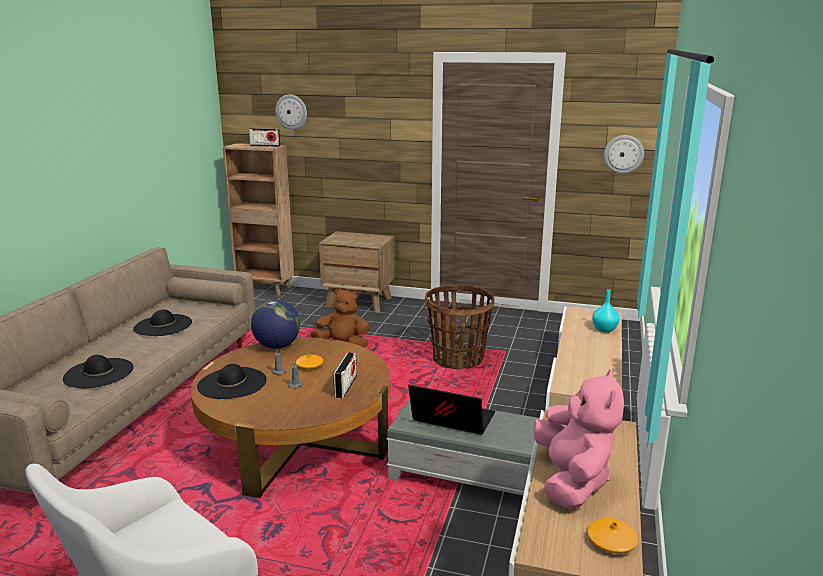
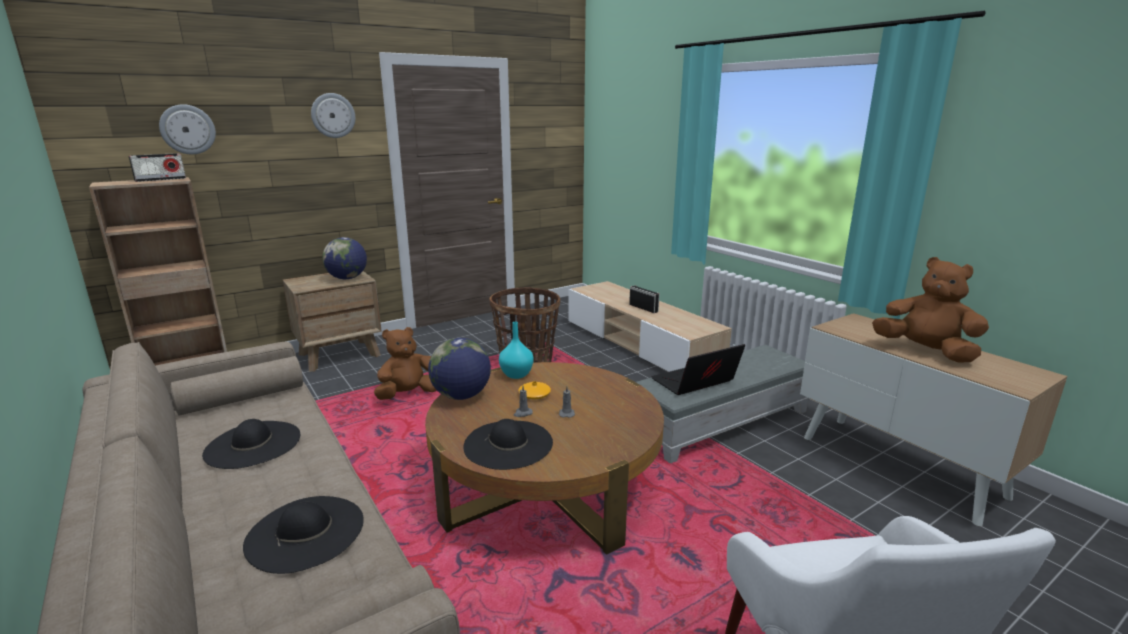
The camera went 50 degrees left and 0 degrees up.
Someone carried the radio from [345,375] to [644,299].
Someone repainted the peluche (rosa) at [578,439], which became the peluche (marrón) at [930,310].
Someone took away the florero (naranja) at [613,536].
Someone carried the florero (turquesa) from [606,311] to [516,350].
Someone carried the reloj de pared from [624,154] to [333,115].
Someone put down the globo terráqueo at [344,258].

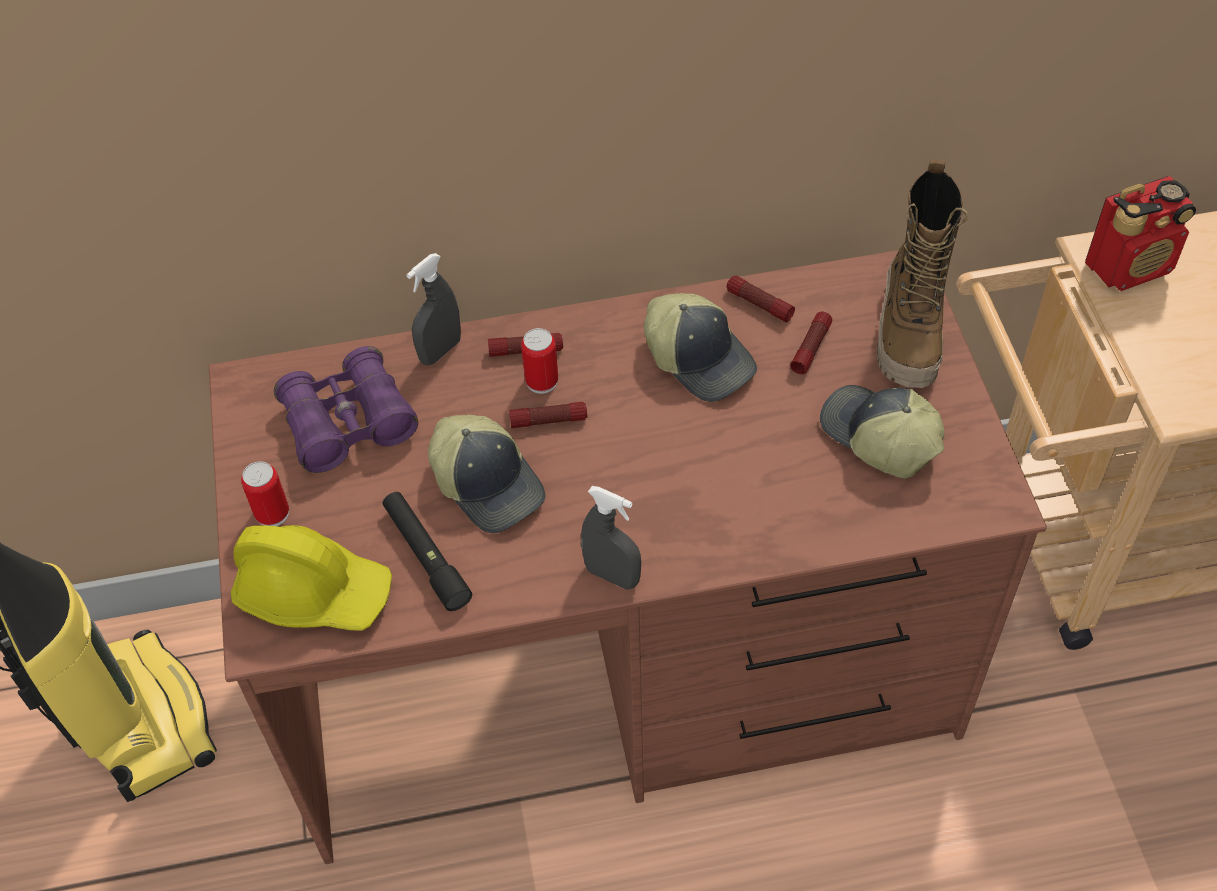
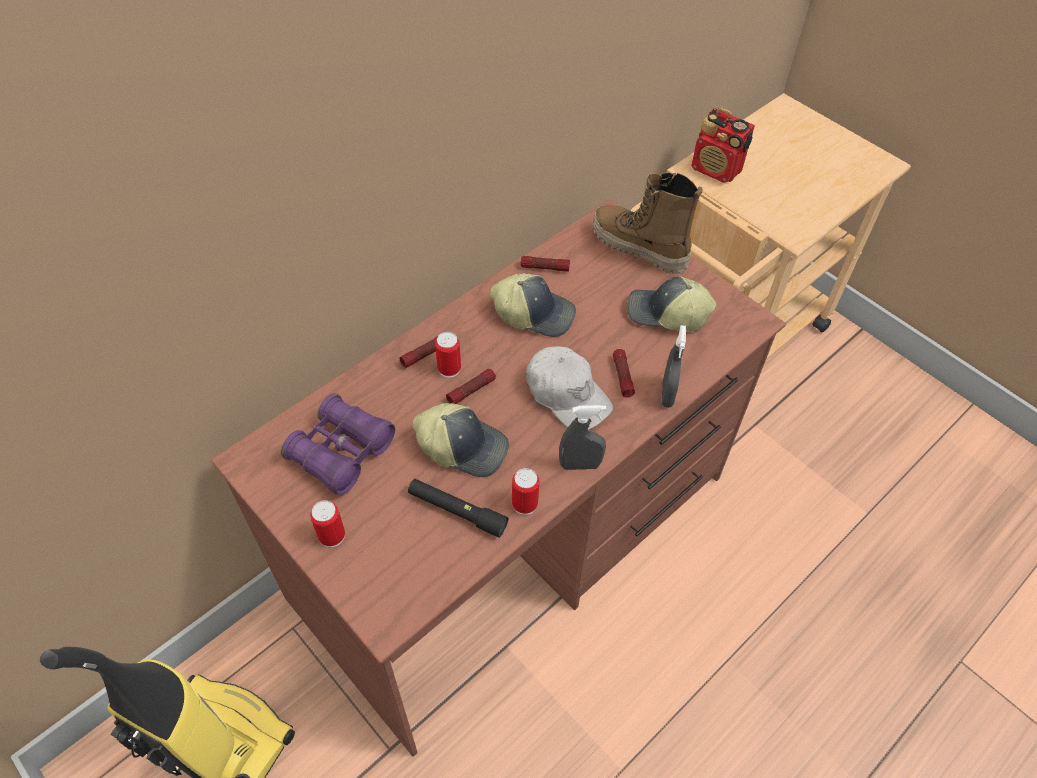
The camera went 35 degrees left and 0 degrees up.
Someone took away the casco (amarillo) at [311,578].
Someone carried the pulverizador (gris) from [433,309] to [673,366].
Someone carried the linterna from [811,342] to [624,373].
Someone rotated the bota at [922,273] by 150 degrees clockwise.
Someone rotated the radio at [1140,233] by 90 degrees clockwise.
Someone put down the lata at [525,491].
Someone put down the gorra (blanco) at [569,388].

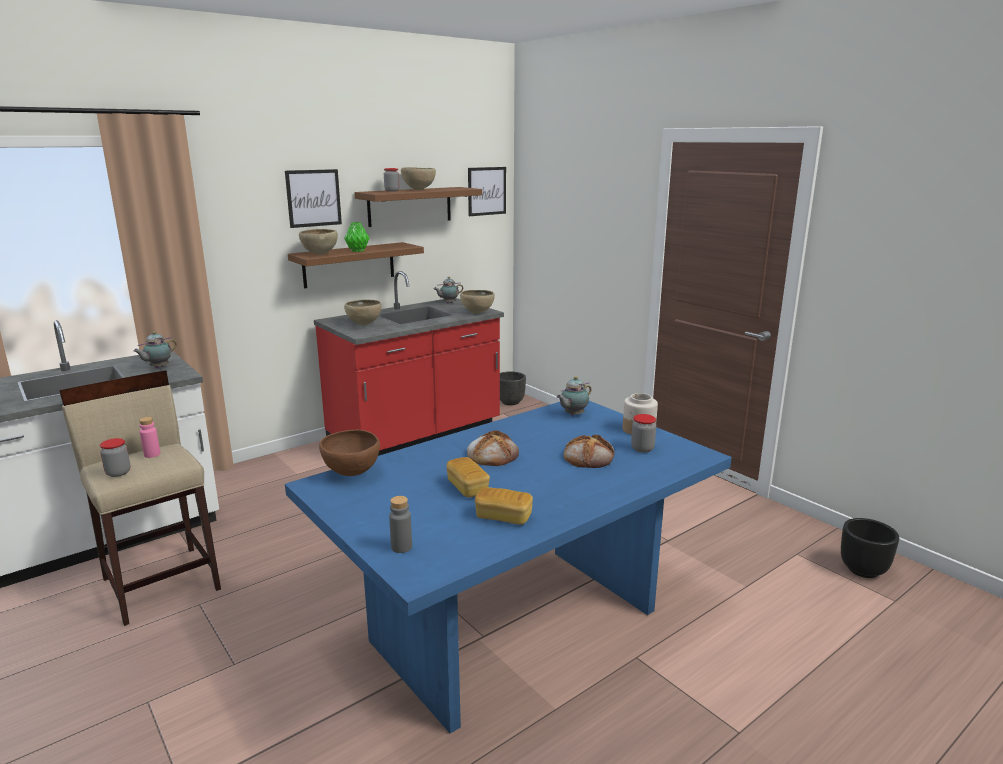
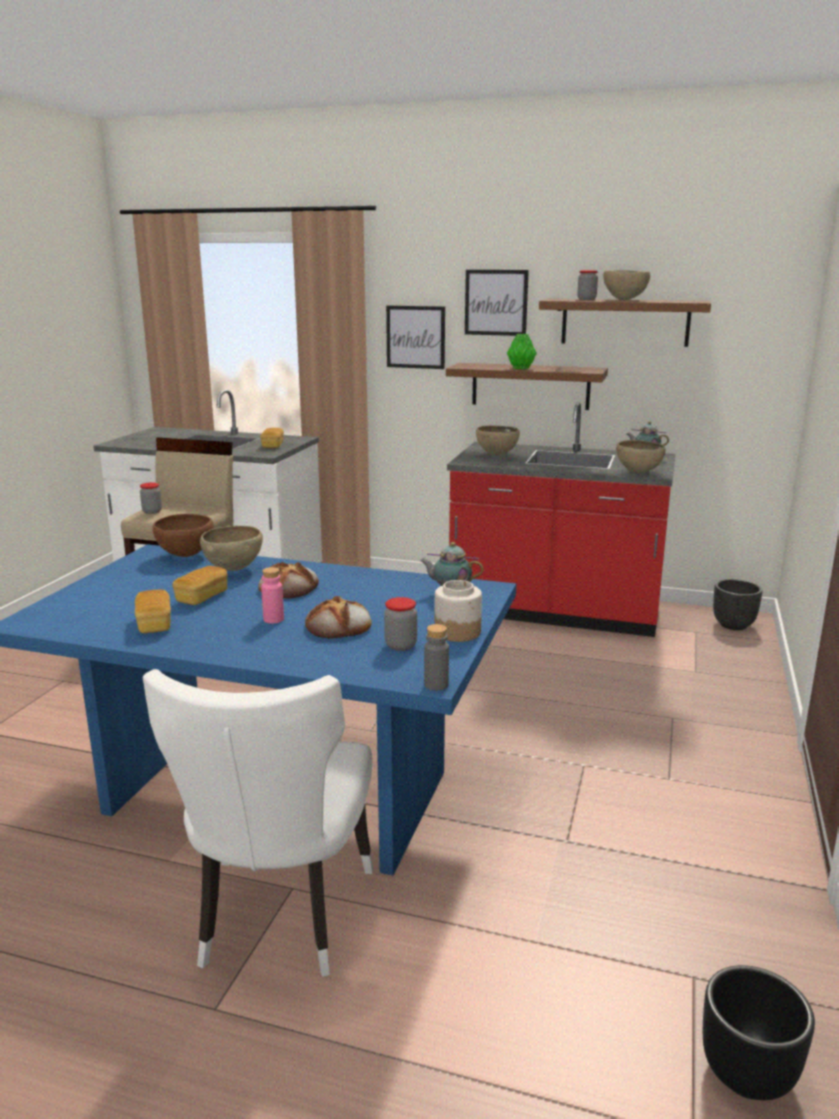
The camera went 55 degrees right and 0 degrees up.
Someone swapped the tetera at [155,349] for the pan at [272,438].
Someone carried the botella (rosa) from [149,437] to [272,595].
Someone carried the cuenco (marrón) from [318,242] to [231,548].
Someone carried the botella (gris) from [400,524] to [436,657].
Someone carried the cuadro from [487,191] to [415,337].
Someone put down the silla (blanco) at [258,823].

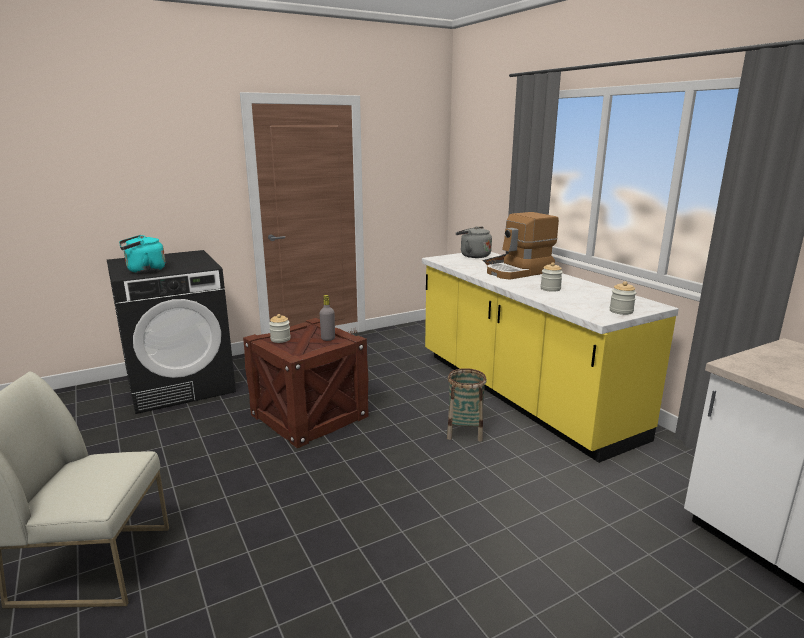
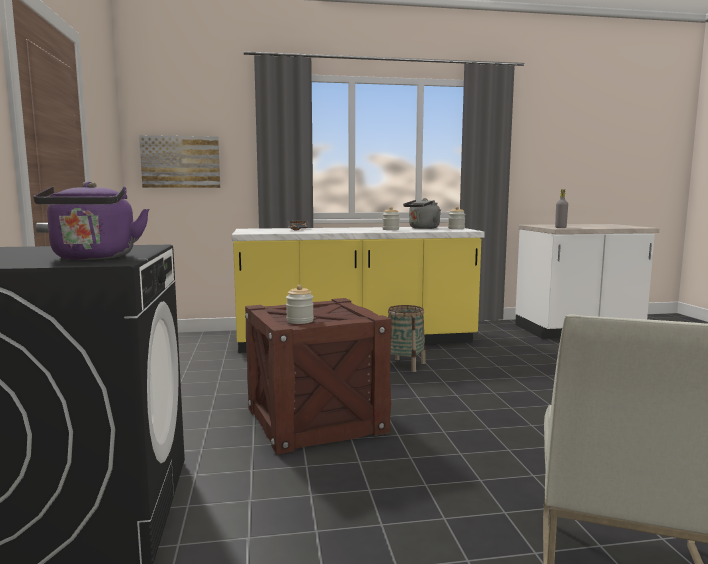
The camera went 70 degrees left and 10 degrees down.
Someone repainted the hervidor (turquesa) at [142,254], which became the hervidor (morado) at [91,221].
Someone carried the botella (gris) from [327,318] to [561,208].
Someone carried the hervidor (gris) from [474,242] to [422,213].
Someone took away the cafetera at [523,245].
Someone put up the cuadro at [179,161].

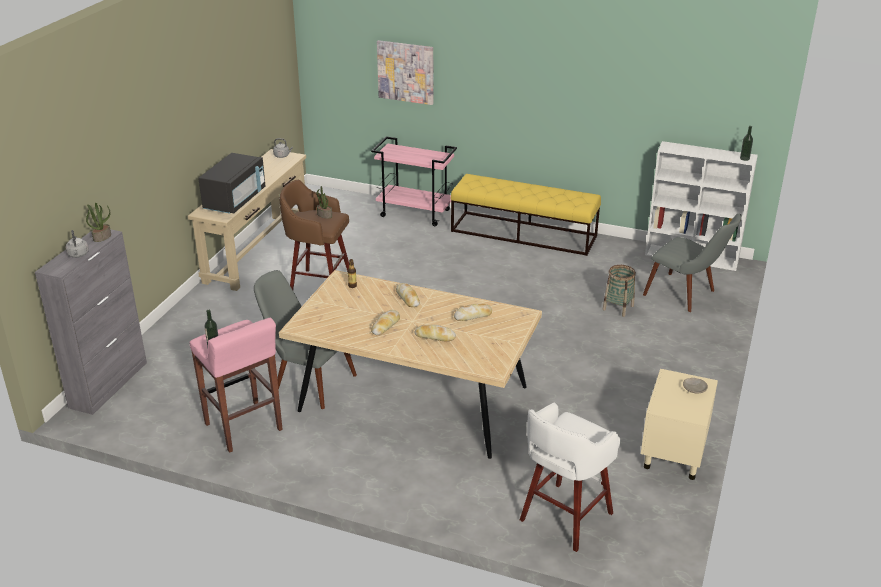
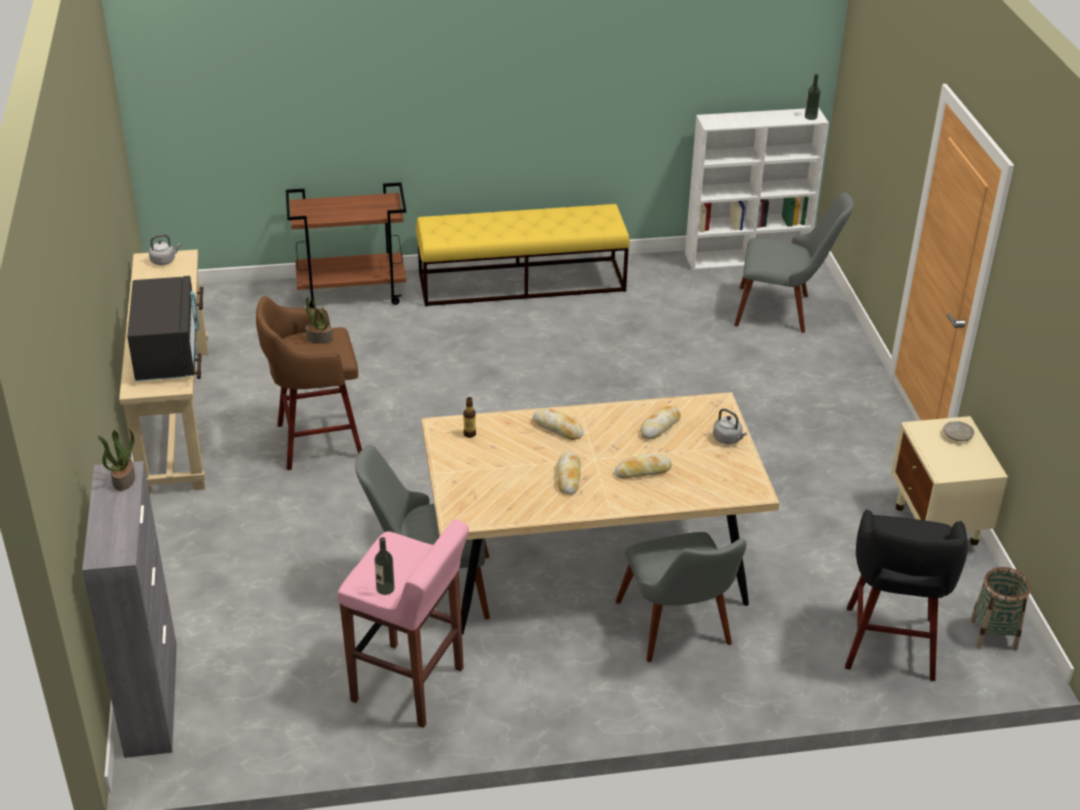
The camera went 30 degrees left and 5 degrees up.
Someone carried the hervidor (gris) from [77,244] to [730,426].
Someone repainted the carrito (rosa) at [414,181], which became the carrito (marrón) at [346,245].
Someone took away the cuadro at [405,72].
Someone repainted the taburete (blanco) at [570,477], which became the taburete (negro) at [906,595].
Someone carried the cesta from [619,291] to [1000,609].
Someone put down the silla (gris) at [680,597].

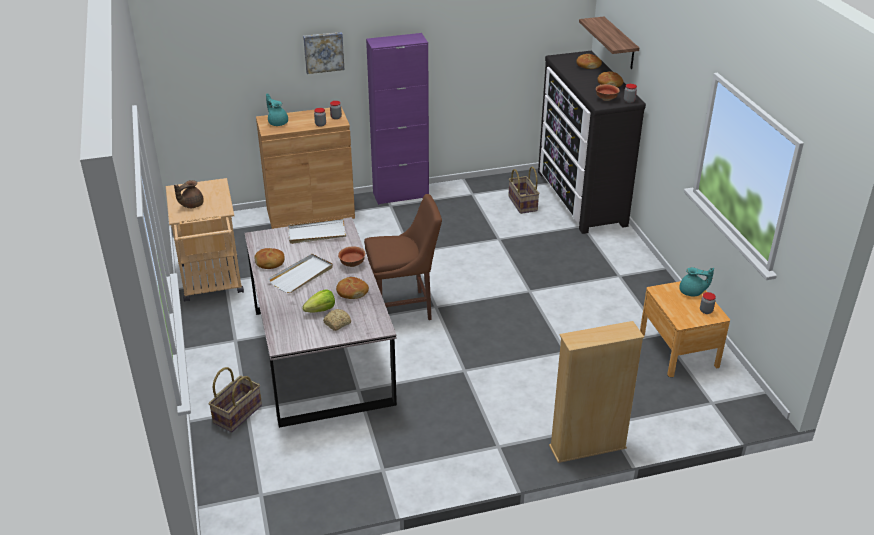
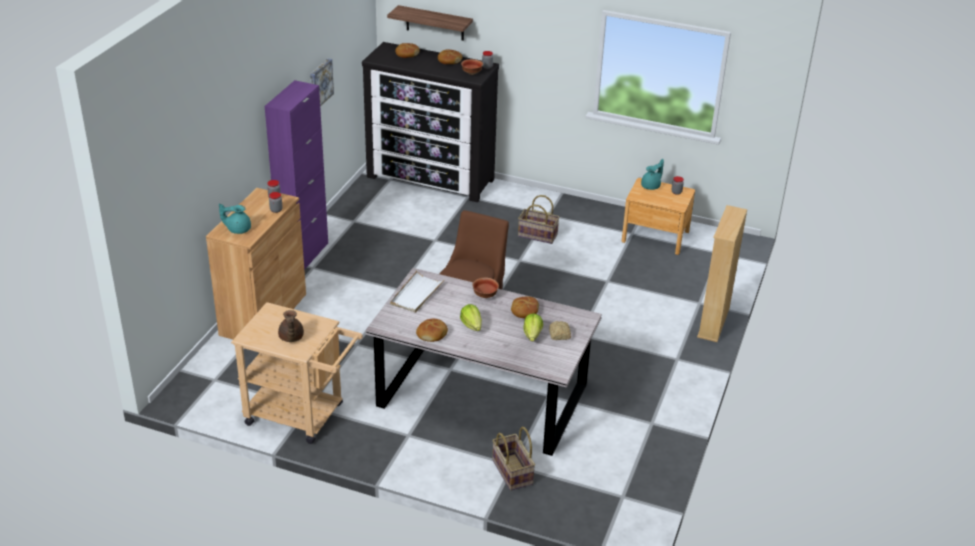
The camera went 55 degrees left and 0 degrees up.
Someone swapped the bandeja (blanco) at [300,273] for the lechuga at [471,317].
Someone carried the cuadro from [324,53] to [322,82].
Someone carried the cesta from [524,190] to [539,219].

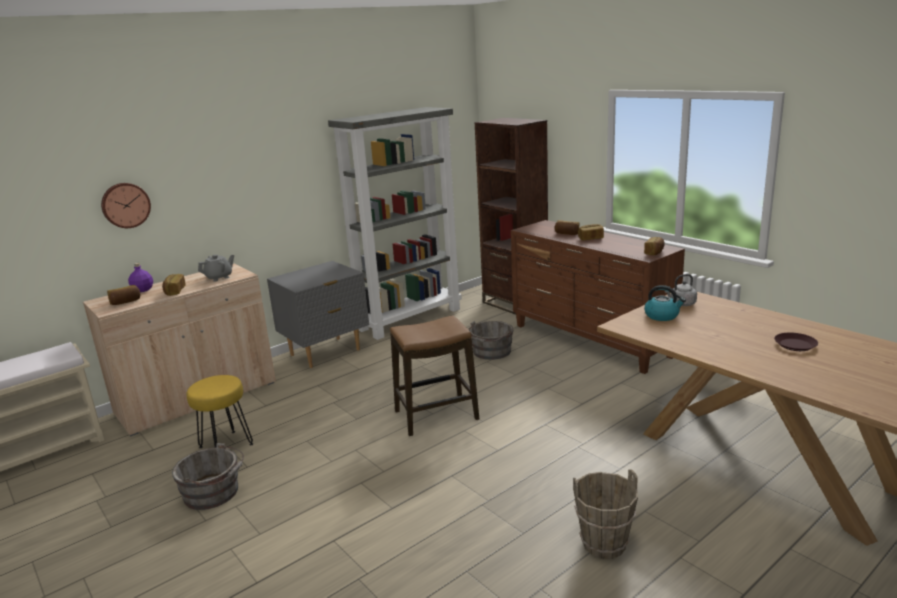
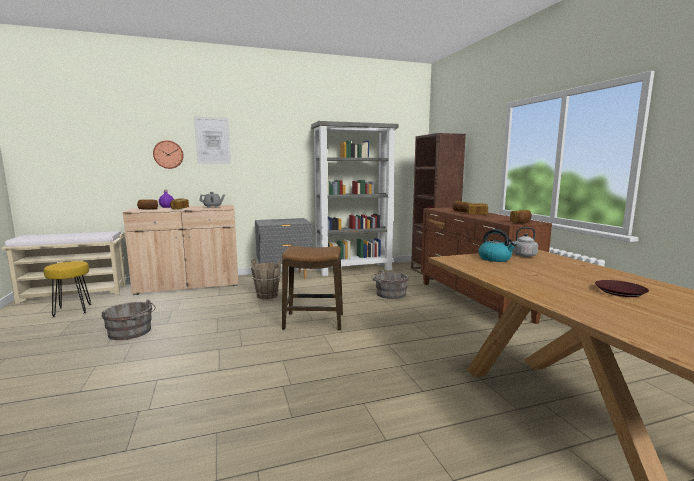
The camera went 20 degrees right and 10 degrees down.
Someone carried the taburete (amarillo) from [219,411] to [67,289].
Someone carried the cubo (marrón) from [605,514] to [266,278].
Someone put up the cuadro at [212,140].

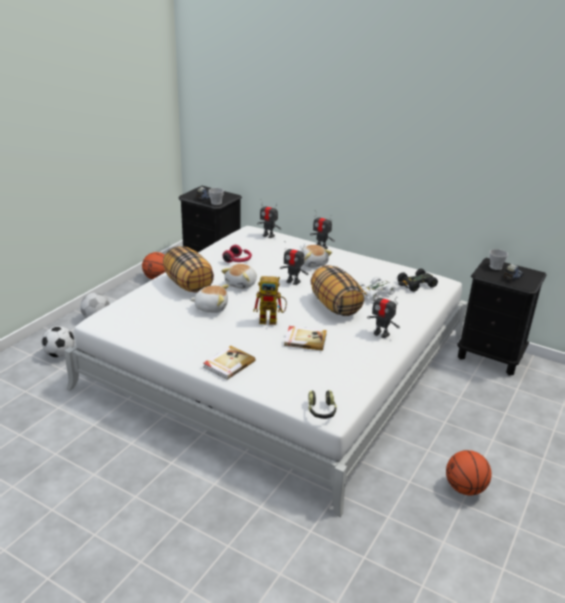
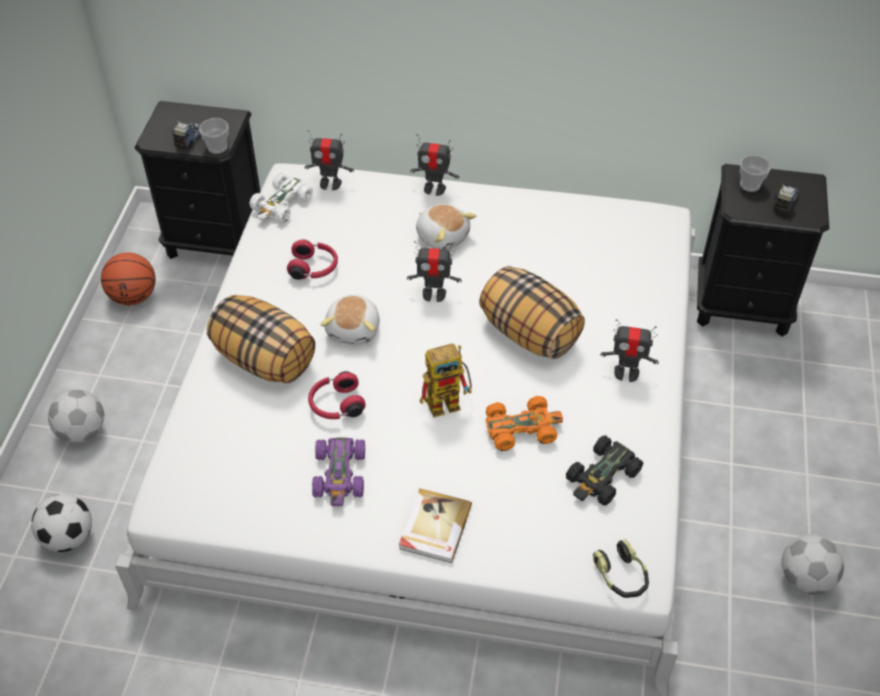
The camera went 20 degrees left and 20 degrees up.
Someone swapped the peluche at [210,299] for the auriculares (rojo) at [337,395].
Someone swapped the libro at [305,338] for the coche de juguete (naranja) at [524,423].
Someone carried the coche de juguete (blanco) from [377,288] to [281,198].
Someone carried the coche de juguete (negro) from [417,280] to [604,470].
Someone swapped the balón de baloncesto at [469,472] for the balón de fútbol at [812,564].
Someone put down the coche de juguete (morado) at [338,471].

